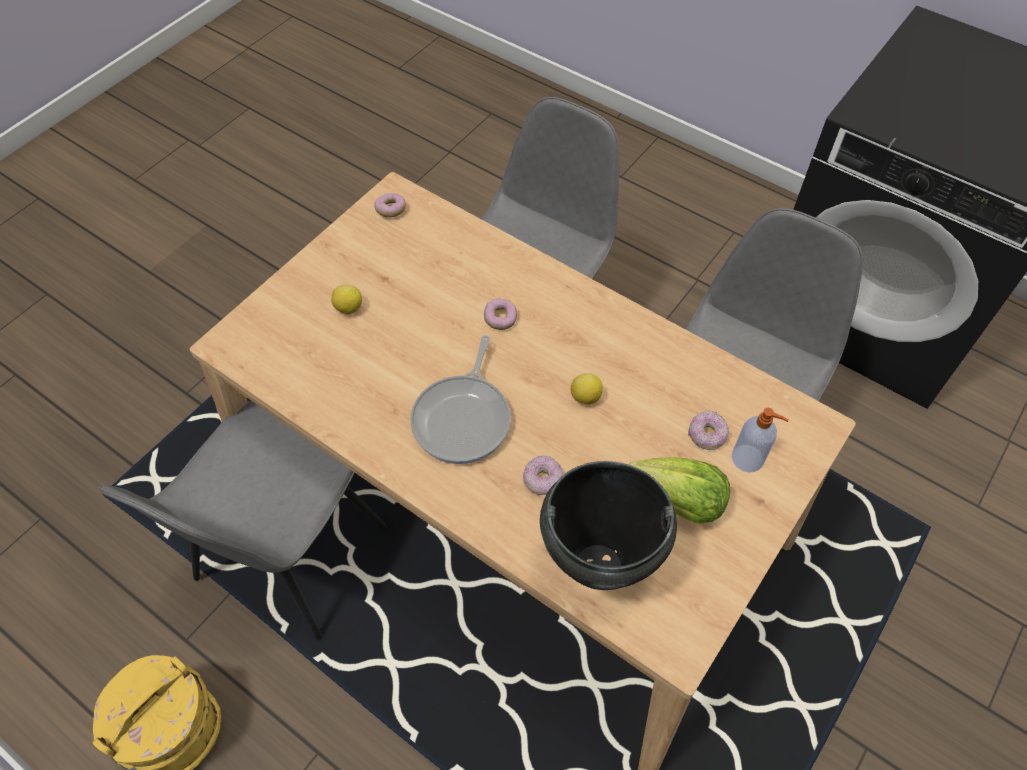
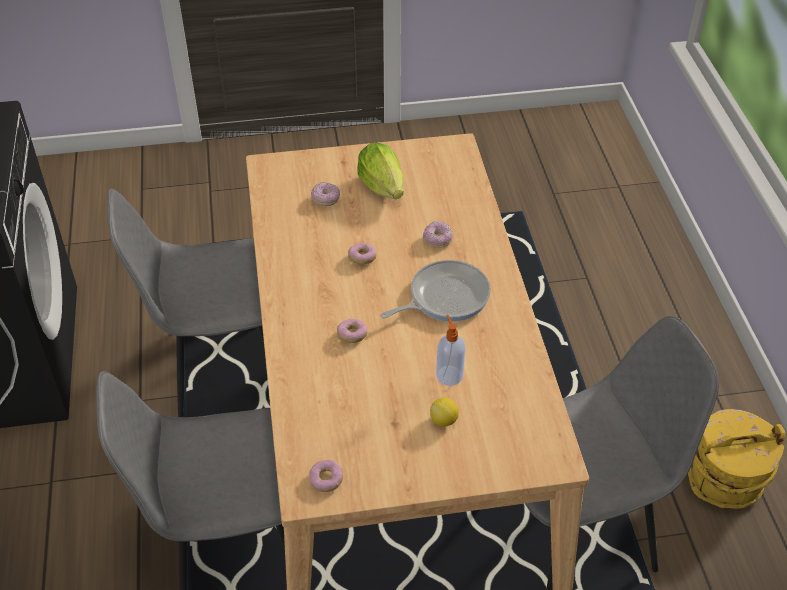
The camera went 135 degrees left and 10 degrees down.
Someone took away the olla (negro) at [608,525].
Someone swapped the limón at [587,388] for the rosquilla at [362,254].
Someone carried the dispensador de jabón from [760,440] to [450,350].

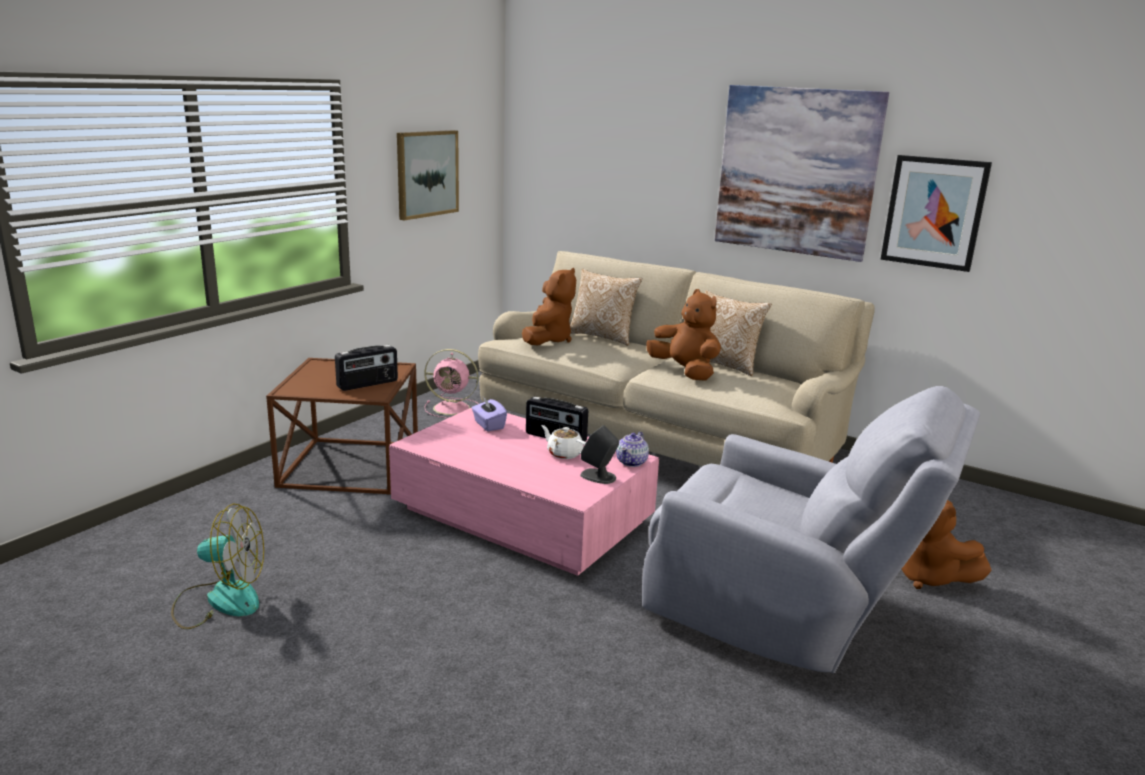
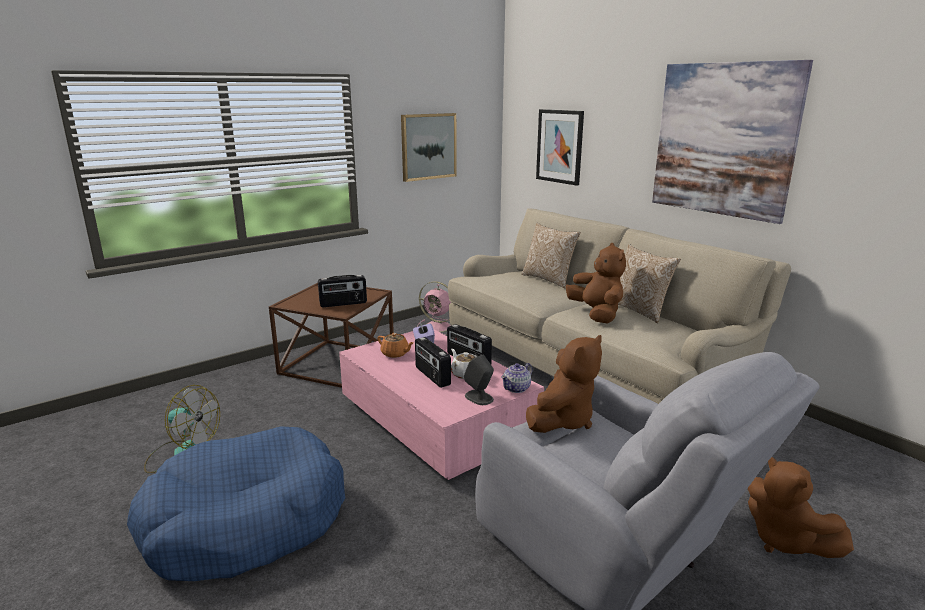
The camera went 20 degrees right and 0 degrees up.
Someone carried the peluche (marrón) from [549,307] to [564,384].
Someone carried the cuadro from [936,213] to [560,147].
Someone put down the cama para perro (azul) at [236,503].
Someone put down the tetera (naranja) at [395,345].
Someone put down the radio at [433,362].

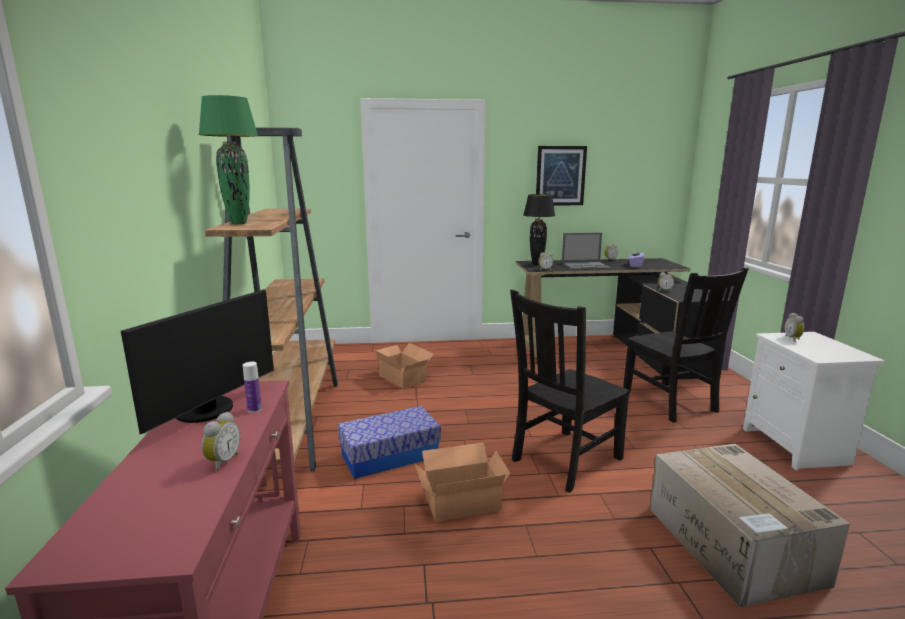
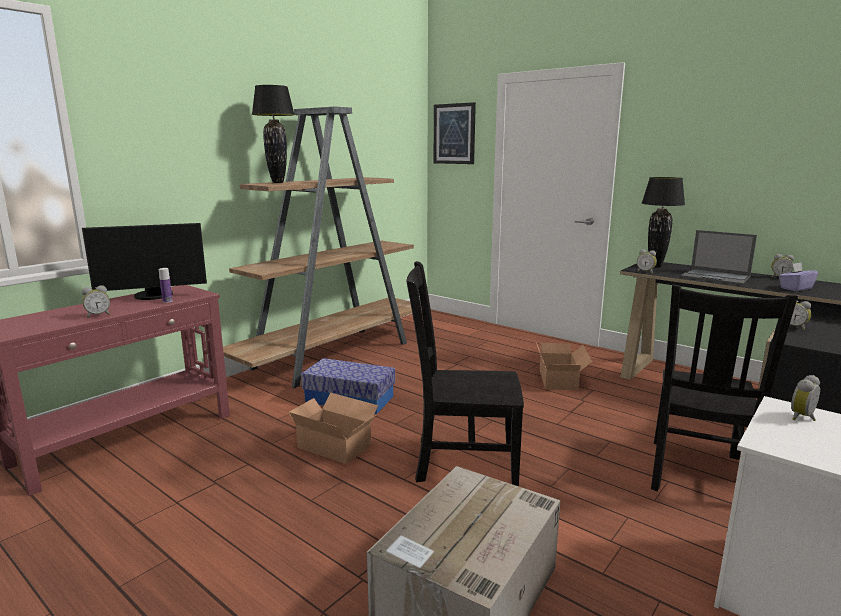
The camera went 45 degrees right and 0 degrees up.
Someone repainted the lámpara de mesa (verde) at [228,159], which became the lámpara de mesa (negro) at [273,134].
Someone carried the caja de cartón from [404,366] to [564,366].
Someone carried the cuadro from [561,176] to [455,133].

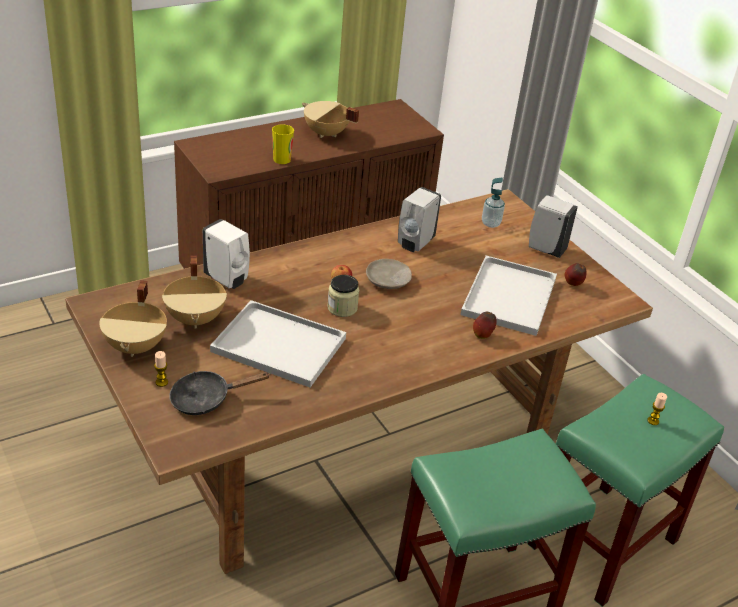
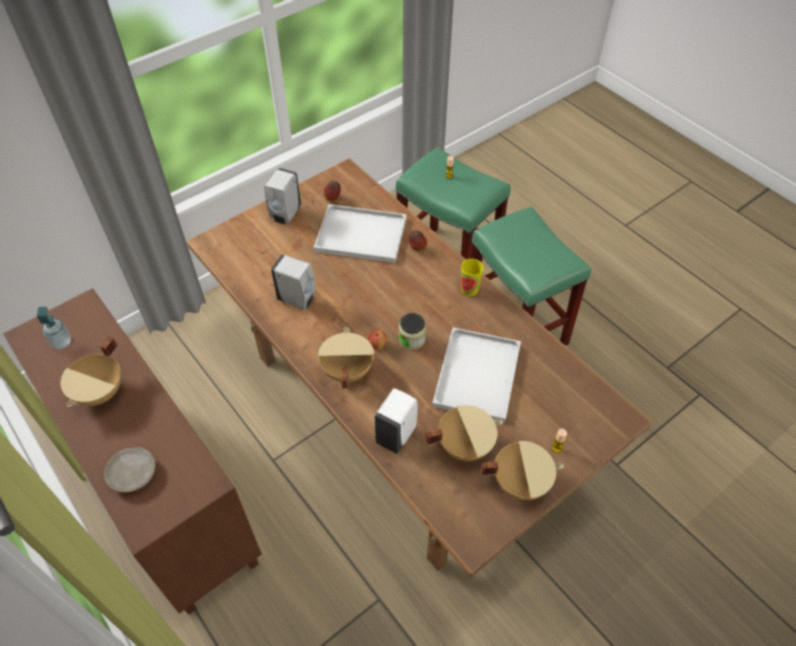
The camera went 95 degrees left and 15 degrees up.
Someone took away the sartén (negro) at [219,393].
Someone carried the taza from [283,144] to [472,277].
Someone carried the plato (beis) from [389,274] to [129,470].
Someone carried the dispensador de jabón from [493,203] to [54,328].
Someone put down the olla (beis) at [346,358].

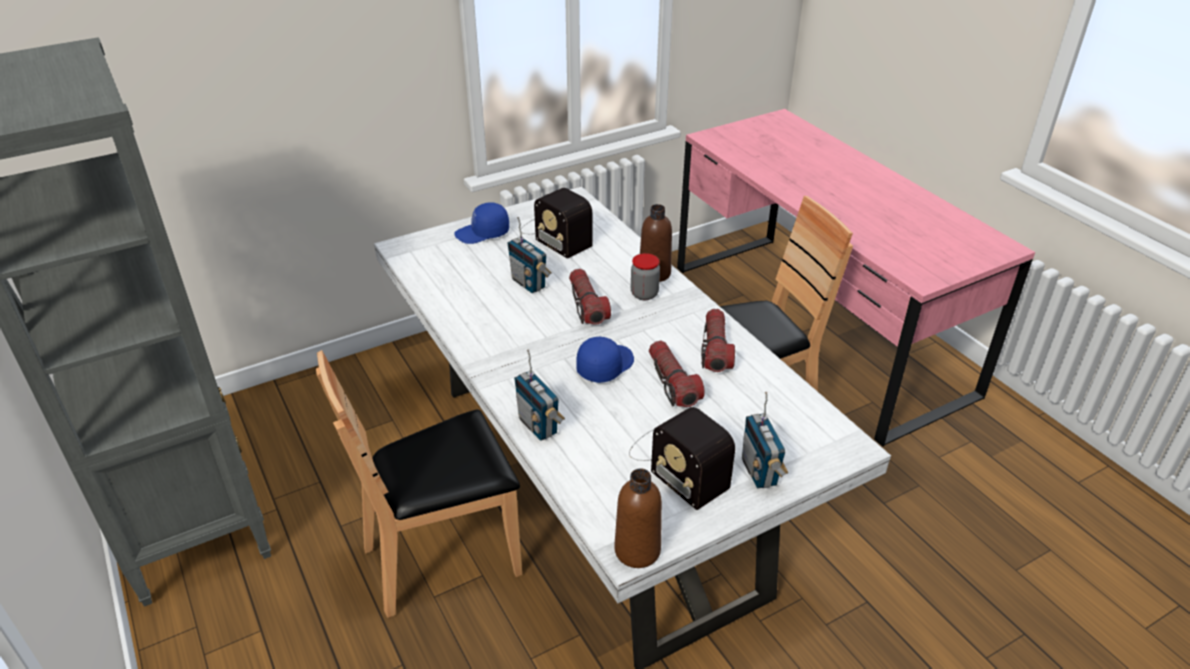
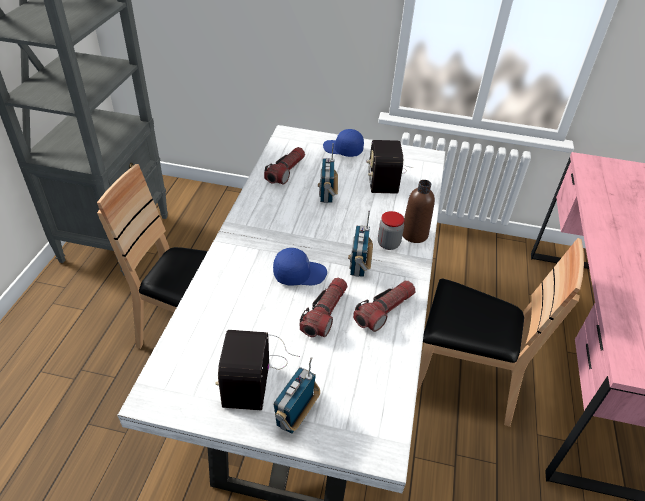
The camera went 40 degrees right and 5 degrees up.
Someone carried the radio from [539,395] to [360,244].
Someone carried the linterna from [590,297] to [284,165].
Someone took away the botella (marrón) at [638,518].

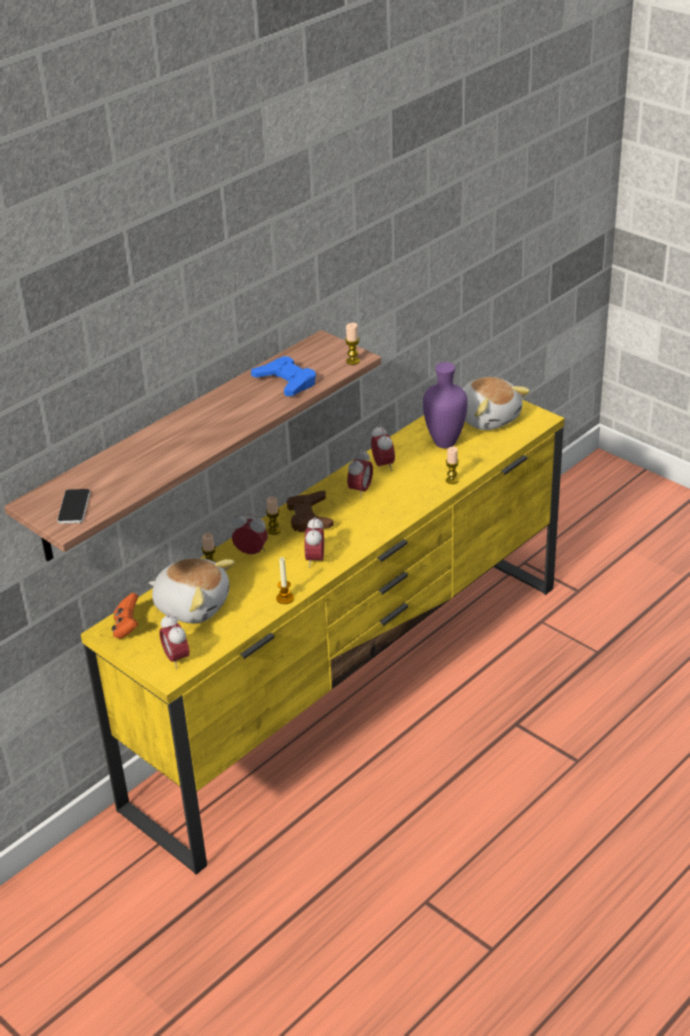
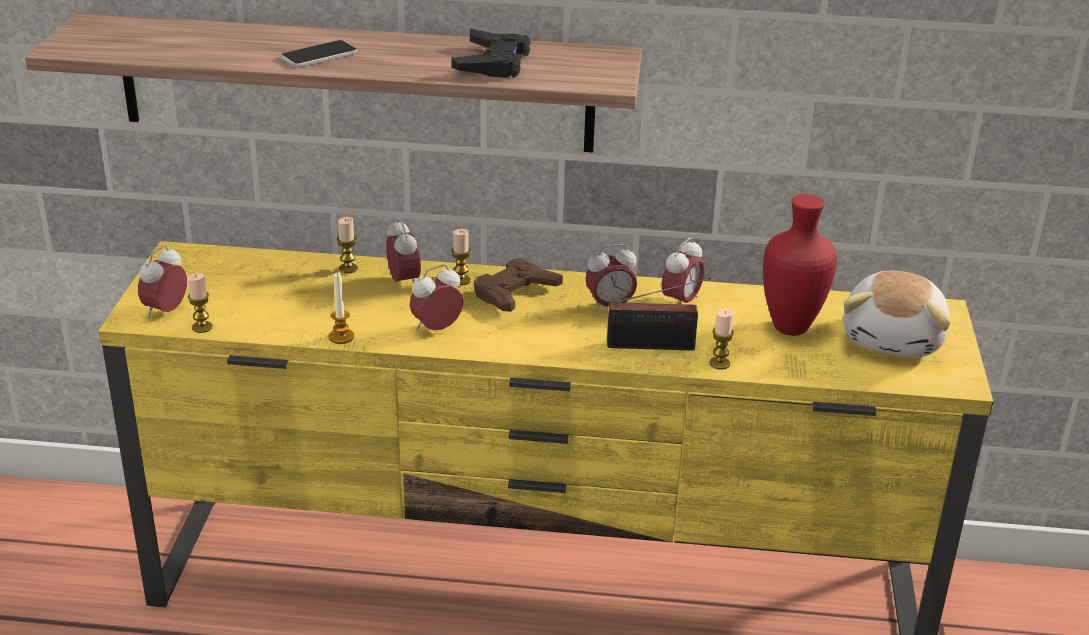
The camera went 50 degrees right and 5 degrees down.
Someone carried the móvil from [73,506] to [319,54].
Someone took away the mando de consola (naranja) at [125,616].
Someone took away the peluche at [192,590].
Someone repainted the mando de consola (azul) at [283,376], which became the mando de consola (negro) at [491,53].
Someone carried the vela from [352,344] to [200,303].
Someone repainted the florero (morado) at [445,405], which became the florero (rojo) at [800,265].
Someone put down the radio at [659,313].

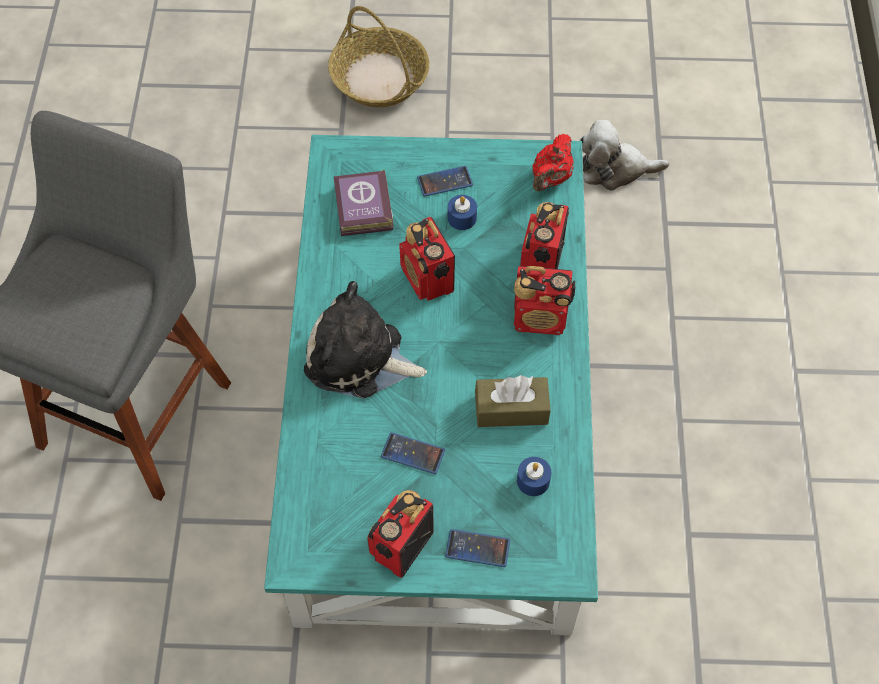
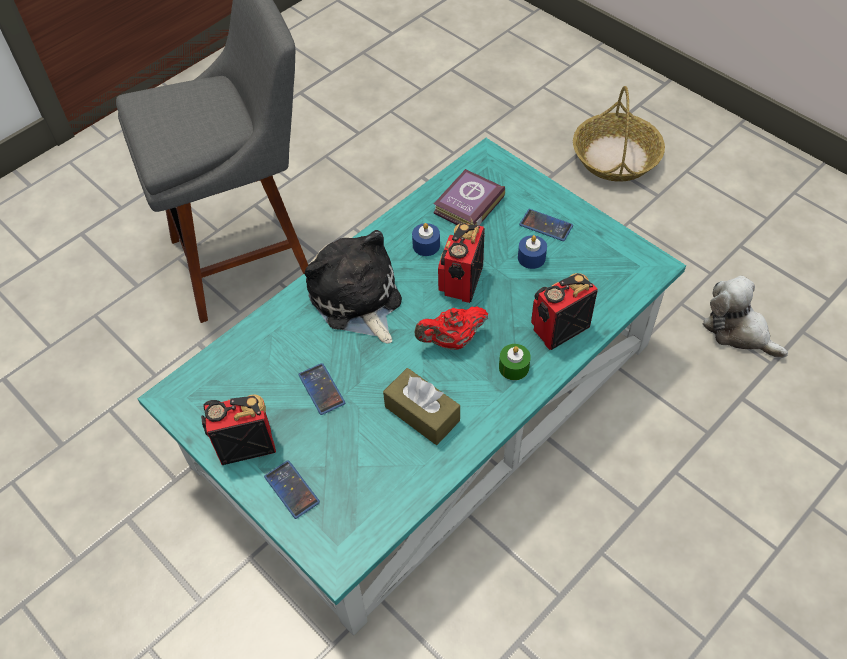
The camera went 45 degrees right and 5 degrees down.
Someone swapped the radio at [544,300] for the vela (verde) at [515,362].
Someone carried the vela (azul) from [534,476] to [426,239].
Someone carried the tetera (rojo) from [553,163] to [451,327].

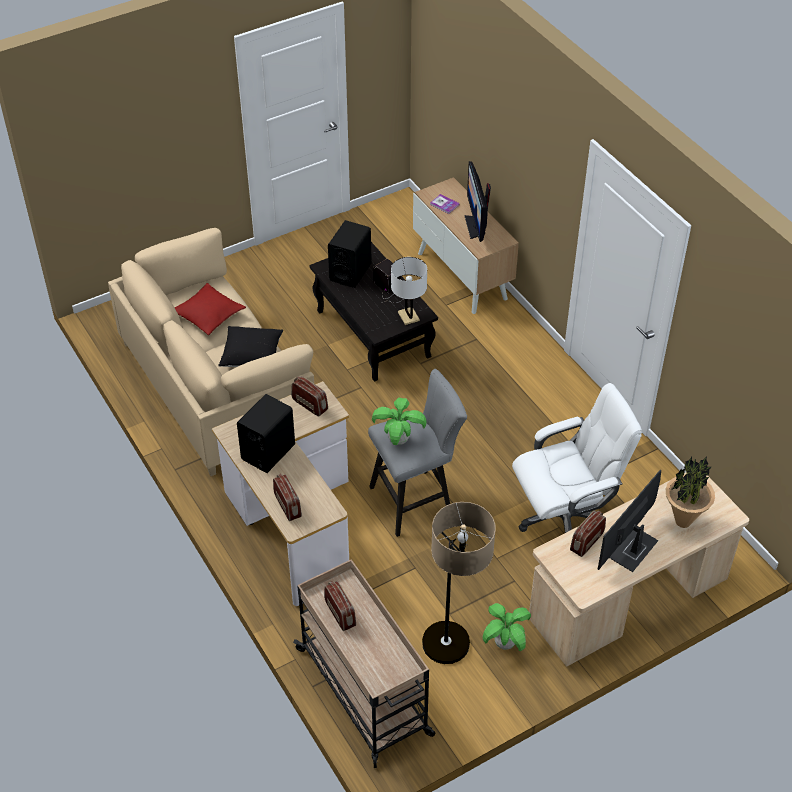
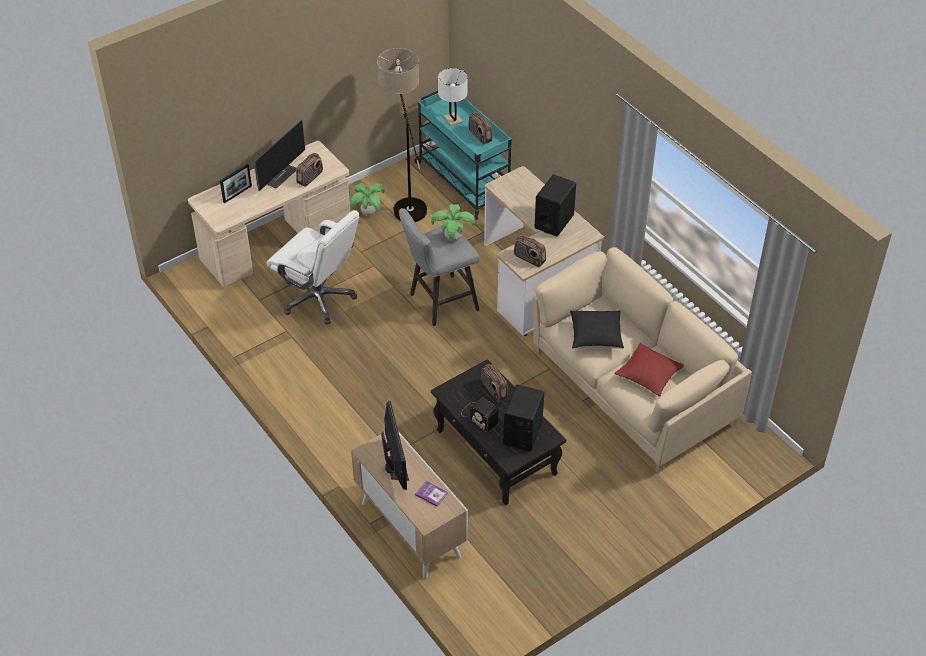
The camera went 175 degrees right and 0 degrees up.
Someone carried the radio from [287,497] to [494,383].
Someone repainted the carrito (beis) at [364,663], which became the carrito (turquesa) at [463,155].
Someone carried the lámpara de mesa (blanco) from [409,291] to [453,97].
Someone rotated the silla de oficina (blanco) at [577,458] by 120 degrees counterclockwise.
Someone swapped the planta en maceta at [690,492] for the portarretratos at [236,183].

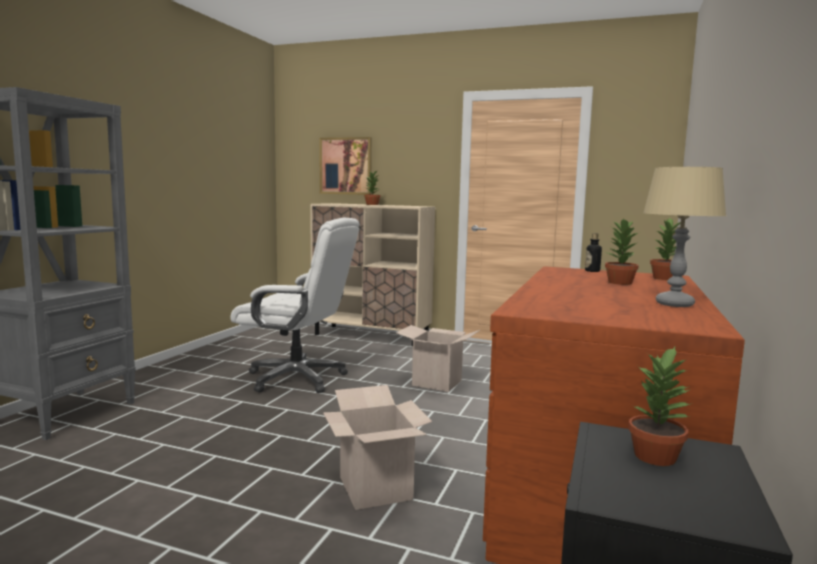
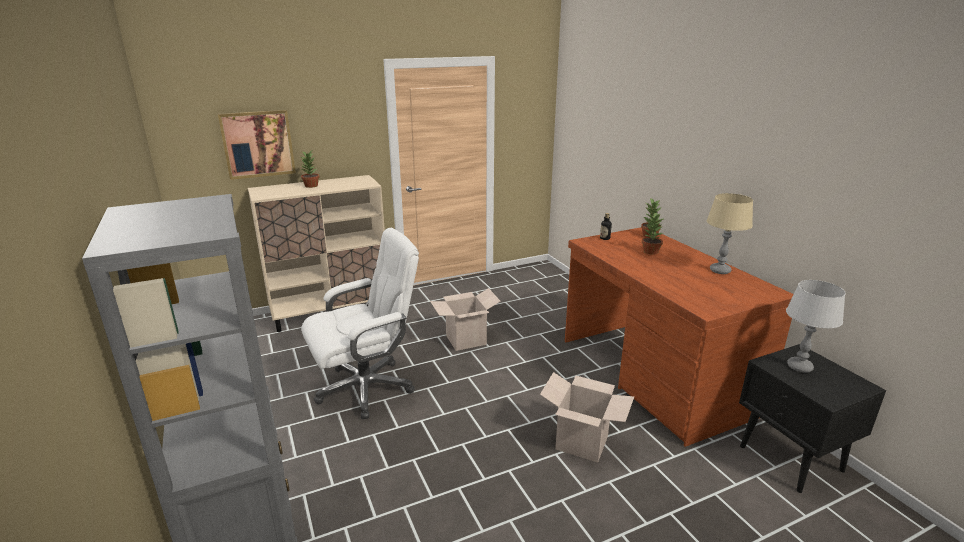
The camera went 45 degrees left and 15 degrees up.
Someone swapped the planta en maceta at [659,406] for the lámpara de mesa (gris) at [816,326].

